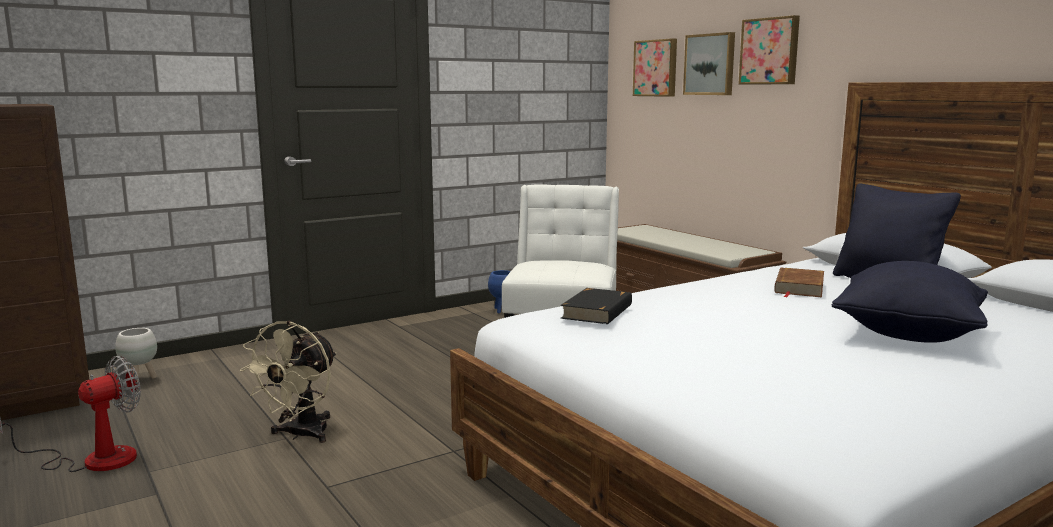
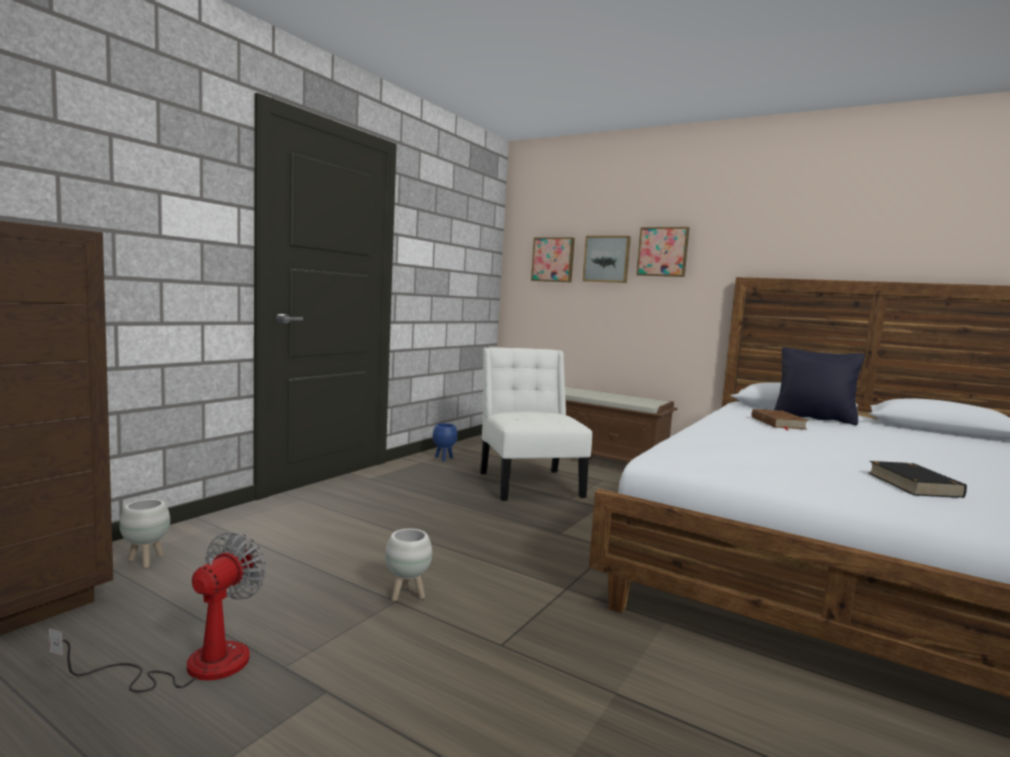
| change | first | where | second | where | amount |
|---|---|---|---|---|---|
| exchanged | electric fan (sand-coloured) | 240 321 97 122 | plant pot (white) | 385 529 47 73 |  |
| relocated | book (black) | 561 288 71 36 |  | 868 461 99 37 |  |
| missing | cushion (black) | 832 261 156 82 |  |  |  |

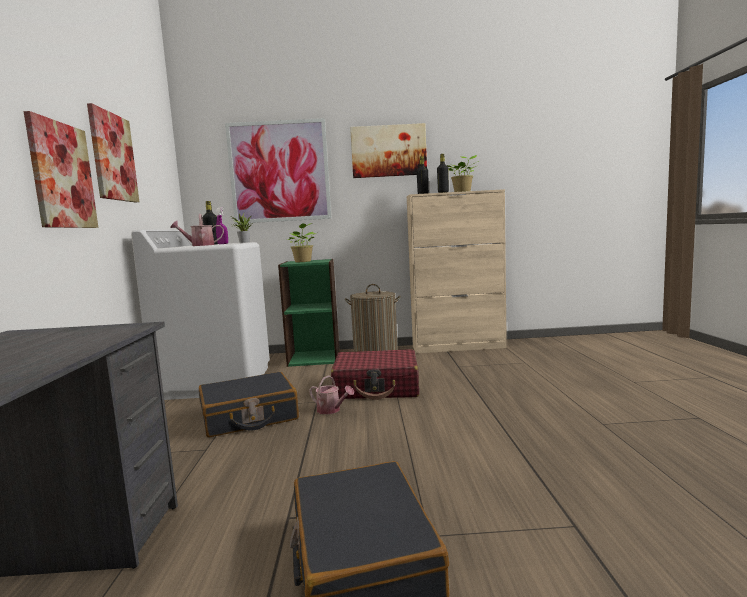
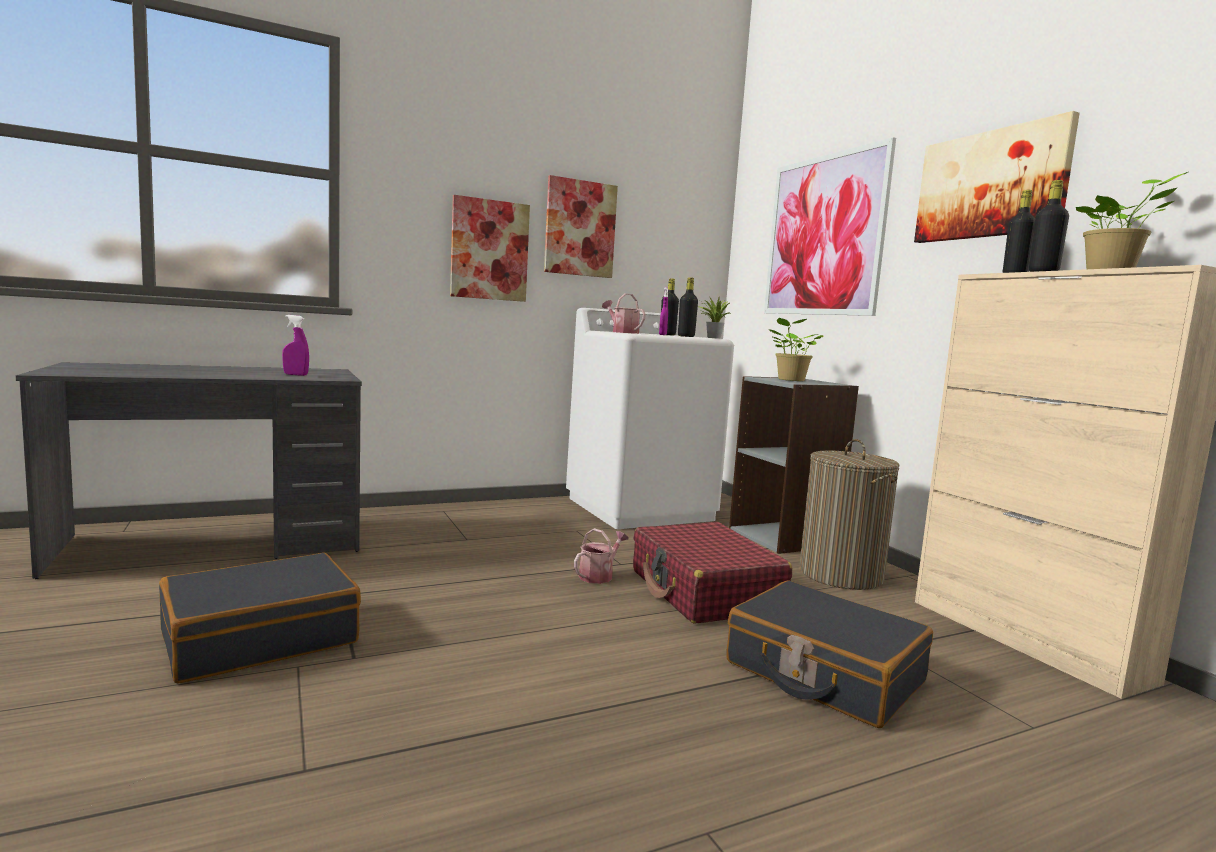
| change | first | where | second | where | amount |
|---|---|---|---|---|---|
| relocated | piece of luggage (black) | 199 372 100 65 |  | 726 580 207 148 |  |
| colour | shelving unit (green) | 278 259 62 108 | shelving unit (grey) | 729 376 130 178 |  |
| spun | sprinkling can | 309 375 45 39 |  | 574 528 54 56 | 150 degrees counterclockwise |
| appeared |  |  | spray bottle (purplish) | 282 315 27 61 |  |
| appeared |  |  | drink bottle (black) | 678 277 20 60 |  |

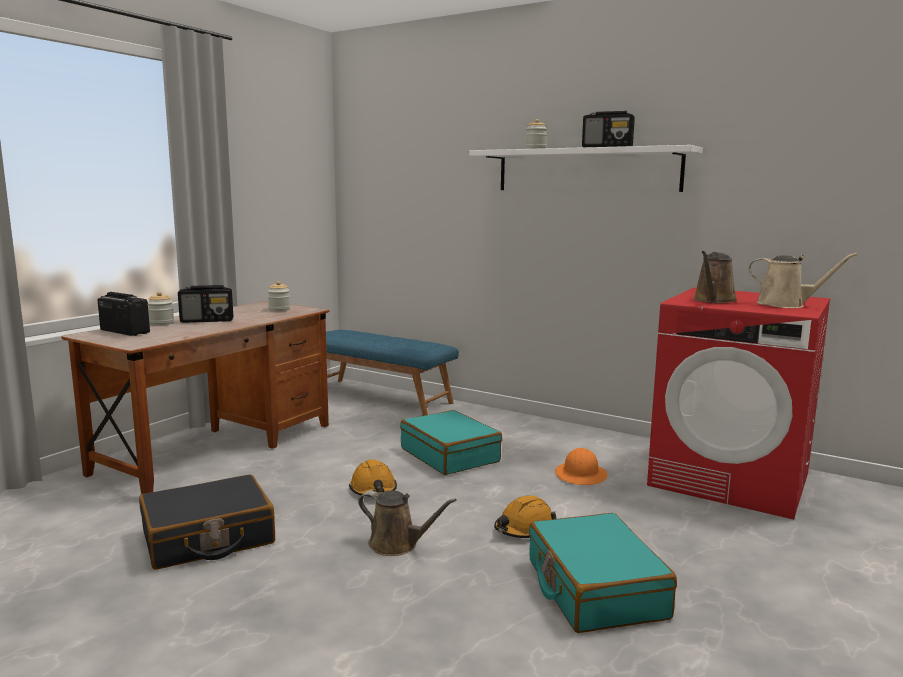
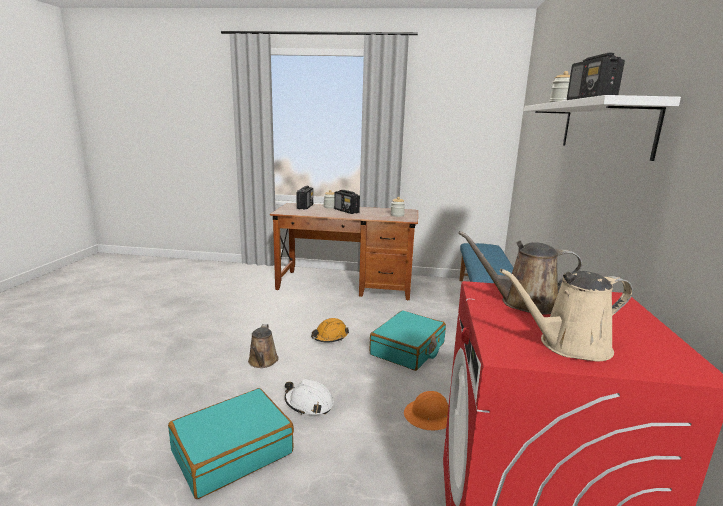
| change | first | where | second | where | amount |
|---|---|---|---|---|---|
| missing | piece of luggage (black) | 139 475 136 95 |  |  |  |
| colour | hard hat (orange) | 494 496 62 42 | hard hat (white) | 285 379 49 36 |  |
| spun | sprinkling can (sand-coloured) | 749 253 108 55 |  | 500 269 133 92 | 75 degrees clockwise |

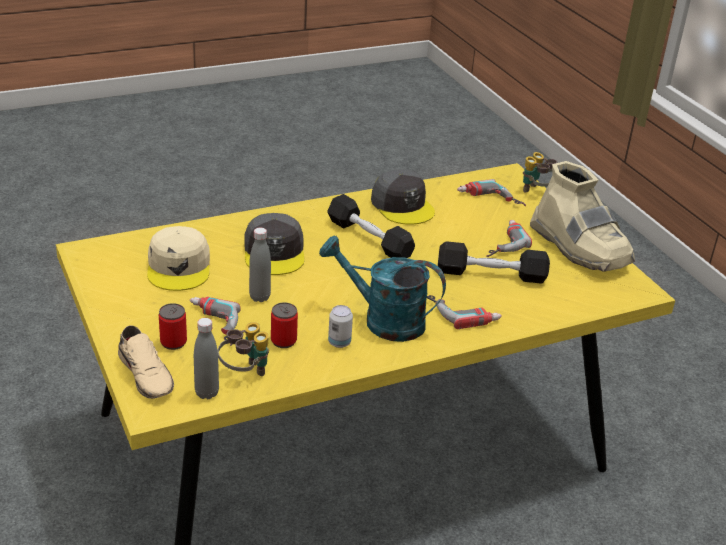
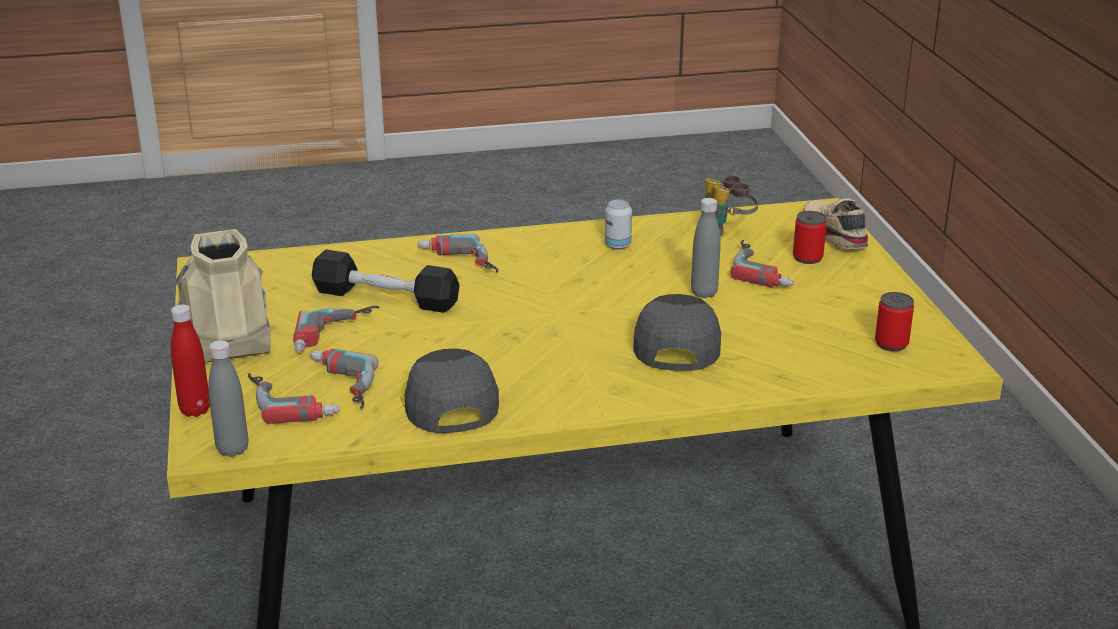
| change | first | where | second | where | amount |
|---|---|---|---|---|---|
| missing | peaked cap (sand-coloured) | 147 226 63 65 |  |  |  |
| relocated | drink bottle (grey) | 194 318 25 81 |  | 208 340 40 117 |  |
| relocated | sealed can | 271 302 27 46 |  | 875 292 39 59 |  |
| missing | sprinkling can (turquoise) | 319 235 127 107 |  |  |  |
| missing | dumbbell (black) | 327 194 88 64 |  |  |  |
| exchanged | field glasses | 523 152 34 41 | drink bottle (red) | 171 304 39 113 |  |
| appeared |  |  | drill | 309 349 69 60 |  |

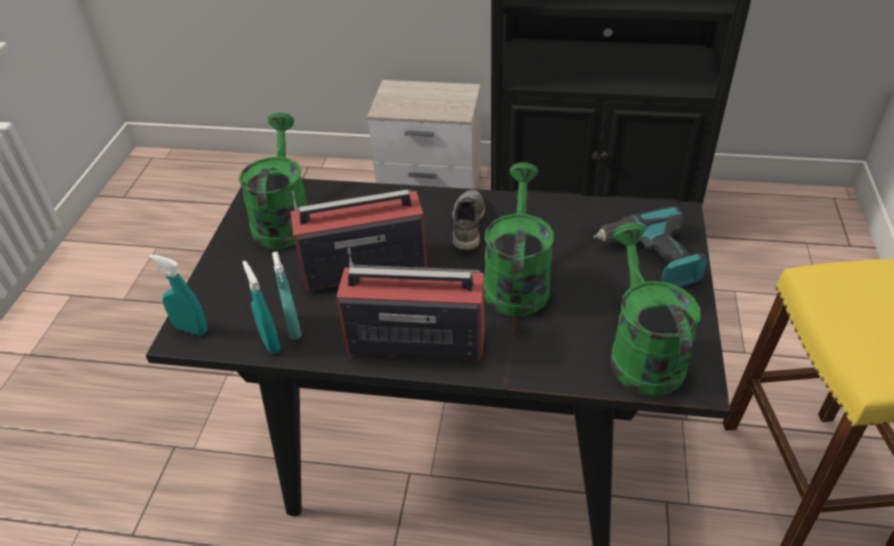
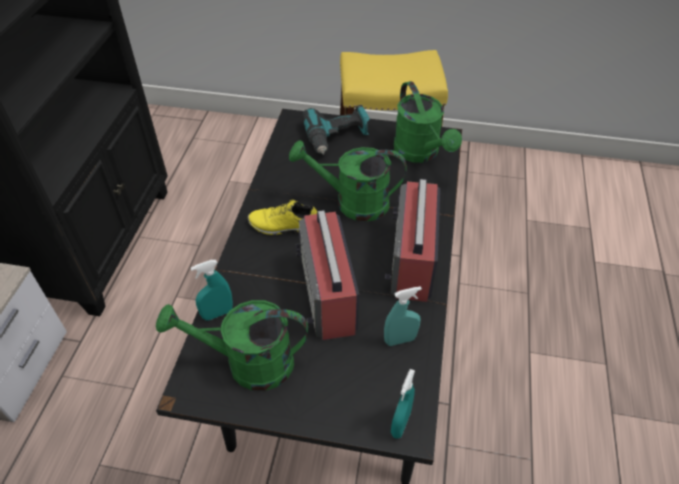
| change | first | where | second | where | amount |
|---|---|---|---|---|---|
| relocated | spray bottle (turquoise) | 242 261 39 92 |  | 191 260 42 60 |  |
| colour | shoe (grey) | 452 190 33 60 | shoe (yellow) | 248 200 69 35 |  |
| spun | sprinkling can (green) | 611 223 89 173 |  | 394 81 68 82 | 105 degrees counterclockwise |

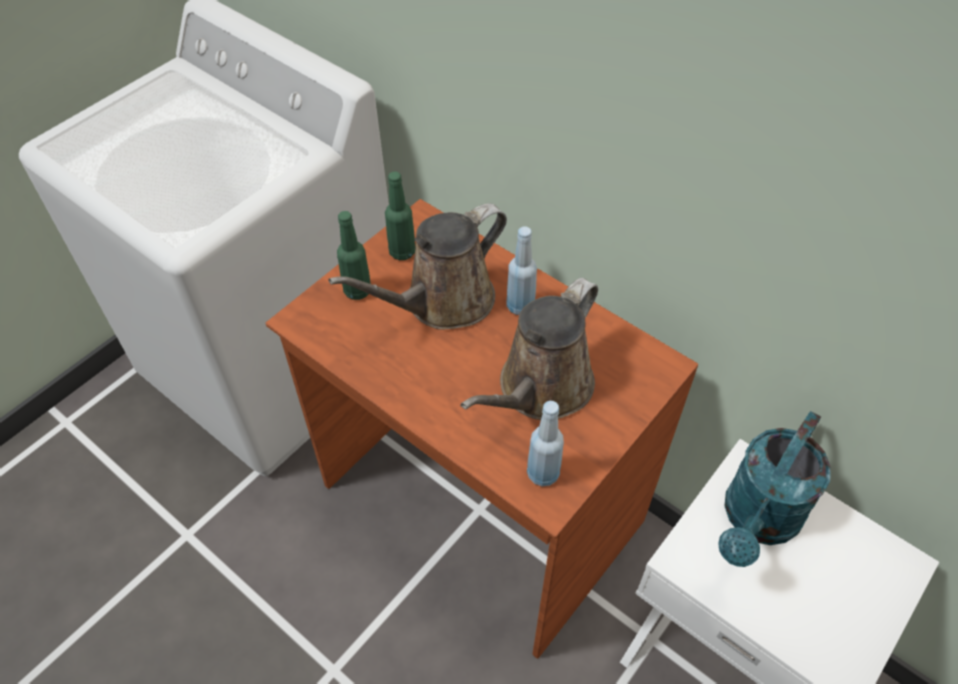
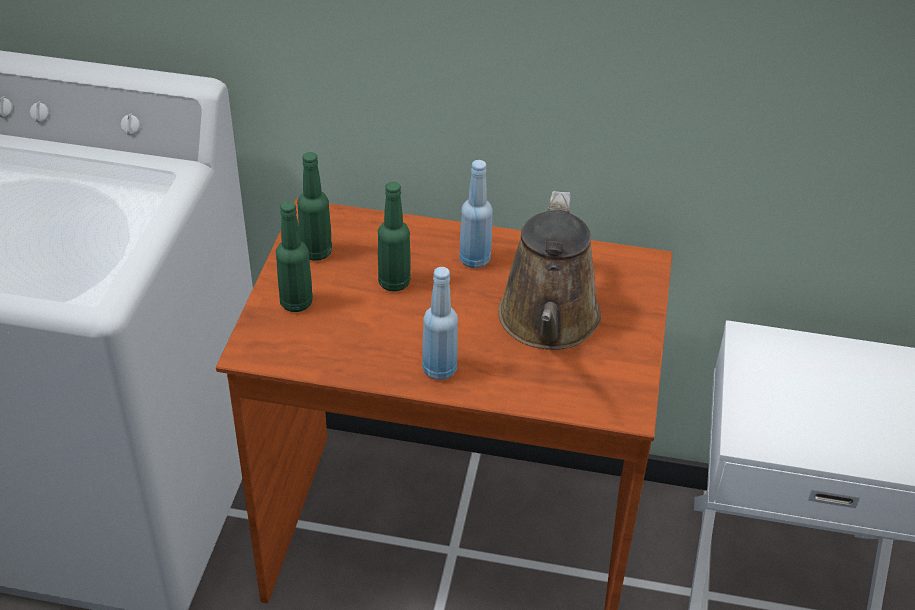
| change | first | where | second | where | amount |
|---|---|---|---|---|---|
| exchanged | sprinkling can (brownish) | 328 203 179 127 | drink bottle (green) | 378 182 33 110 |  |
| relocated | drink bottle (bluish) | 527 401 37 85 |  | 422 267 36 113 |  |
| missing | sprinkling can (turquoise) | 718 411 113 156 |  |  |  |

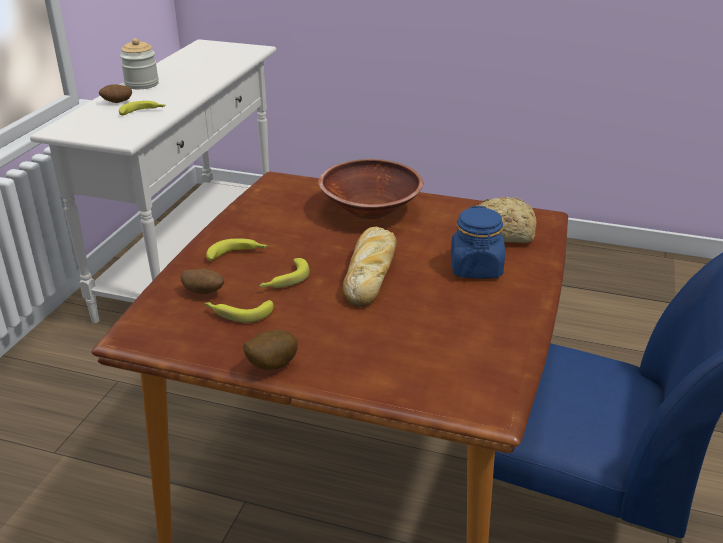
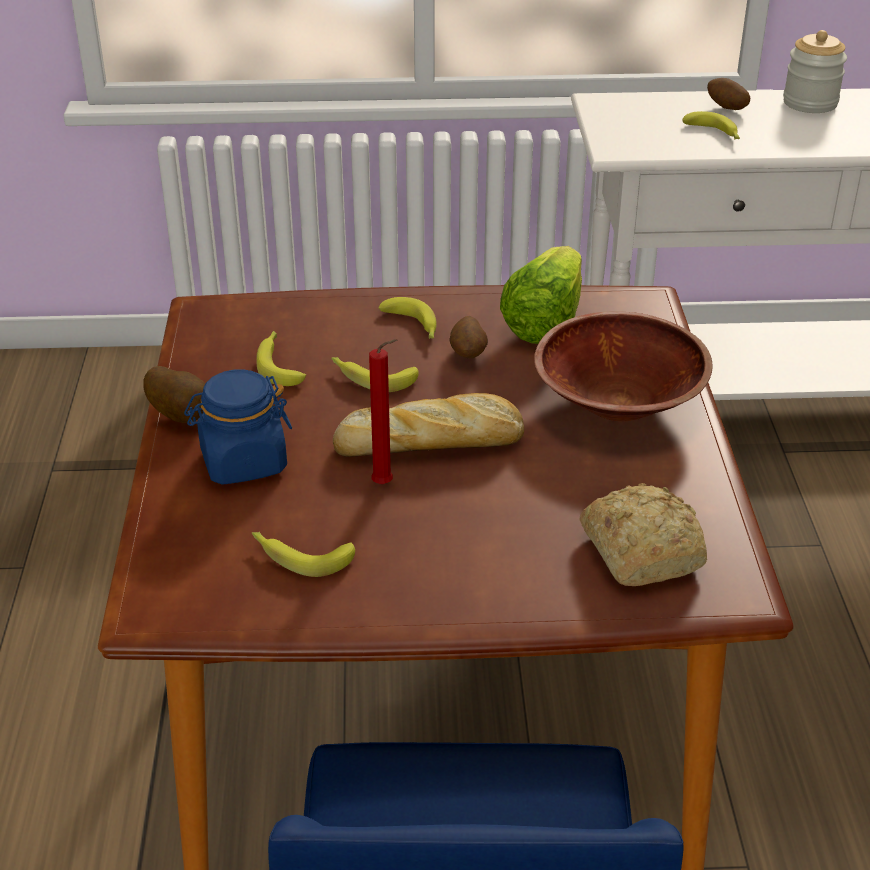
| change | first | where | second | where | amount |
|---|---|---|---|---|---|
| relocated | potato | 181 268 43 26 |  | 450 316 38 42 |  |
| relocated | storage jar (bluish) | 451 206 54 72 |  | 184 369 108 116 |  |
| appeared |  |  | banana | 251 532 104 45 |  |
| appeared |  |  | candle (red) | 369 339 28 146 |  |
| appeared |  |  | lettuce head | 500 246 82 98 |  |

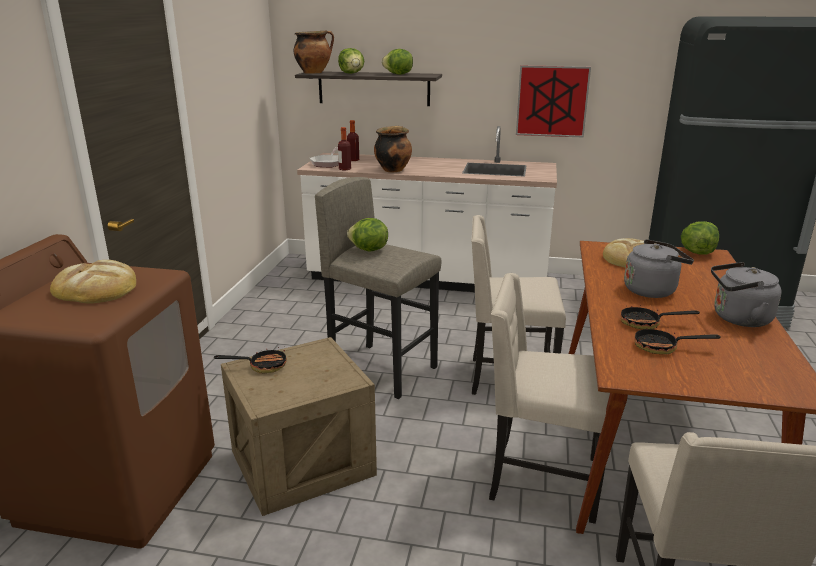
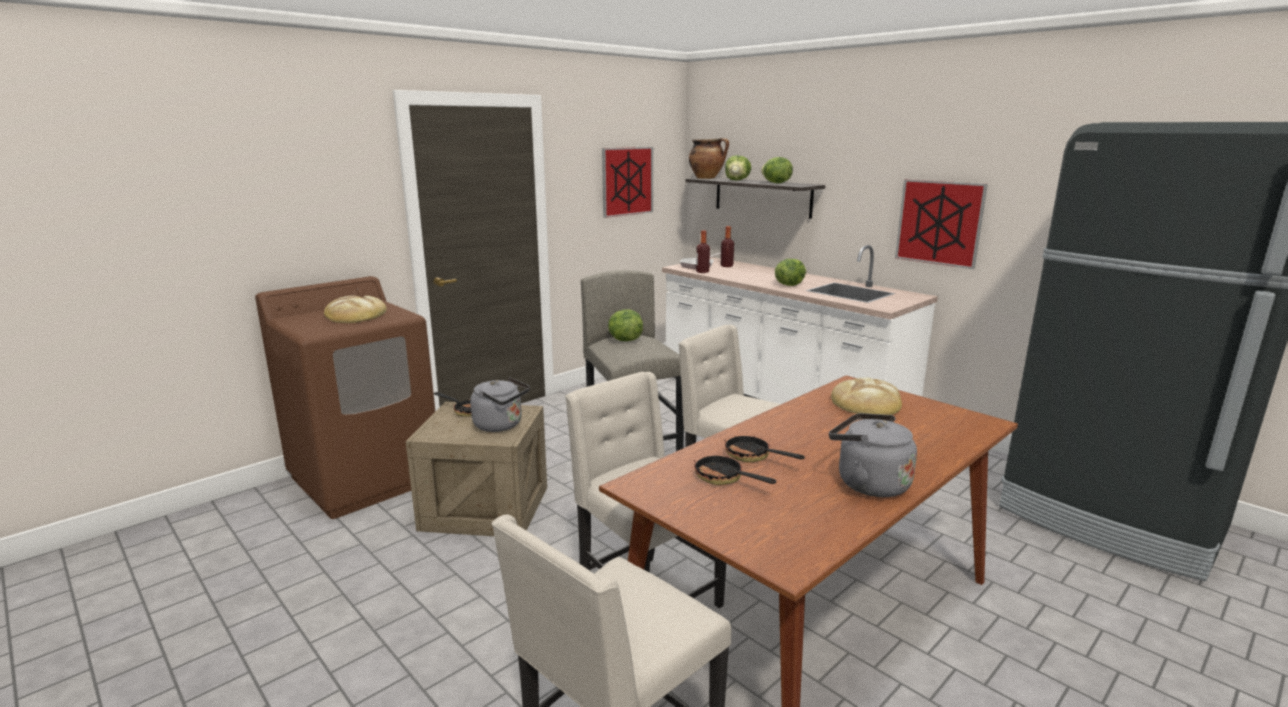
| change | first | where | second | where | amount |
|---|---|---|---|---|---|
| missing | saucepot | 374 126 38 46 |  |  |  |
| relocated | water kettle (grey) | 624 239 70 59 |  | 470 377 60 55 |  |
| relocated | lettuce head | 681 221 38 34 |  | 775 259 32 27 |  |
| appeared |  |  | wall picture | 602 147 51 71 |  |

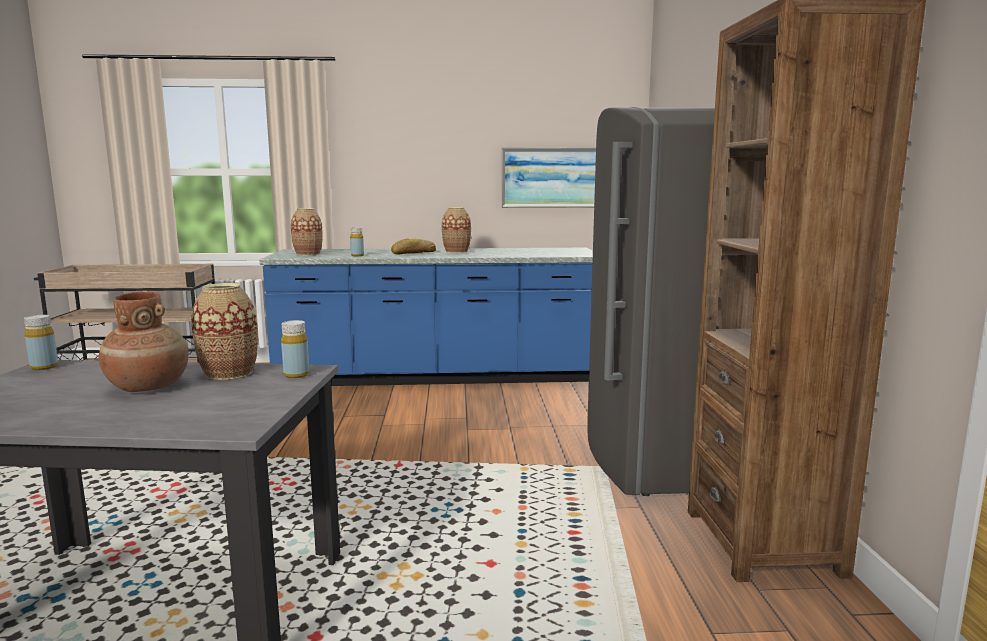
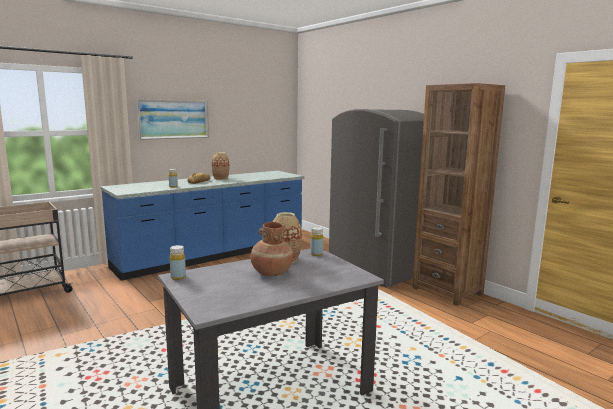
| change | first | where | second | where | amount |
|---|---|---|---|---|---|
| missing | vase | 291 208 32 48 |  |  |  |
| relocated | wall picture | 501 147 95 61 |  | 137 99 72 41 |  |

